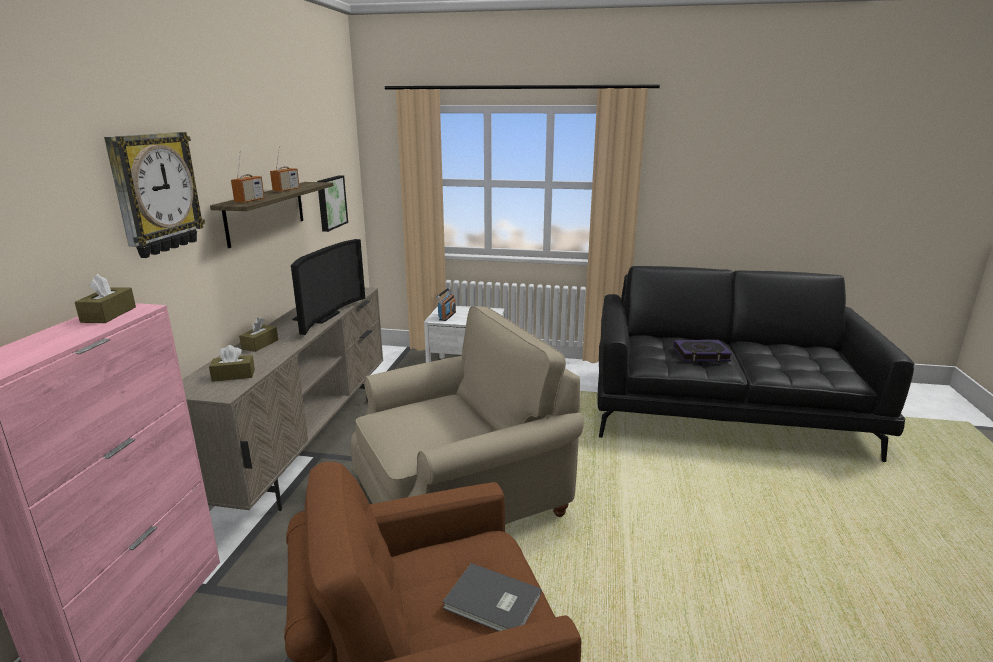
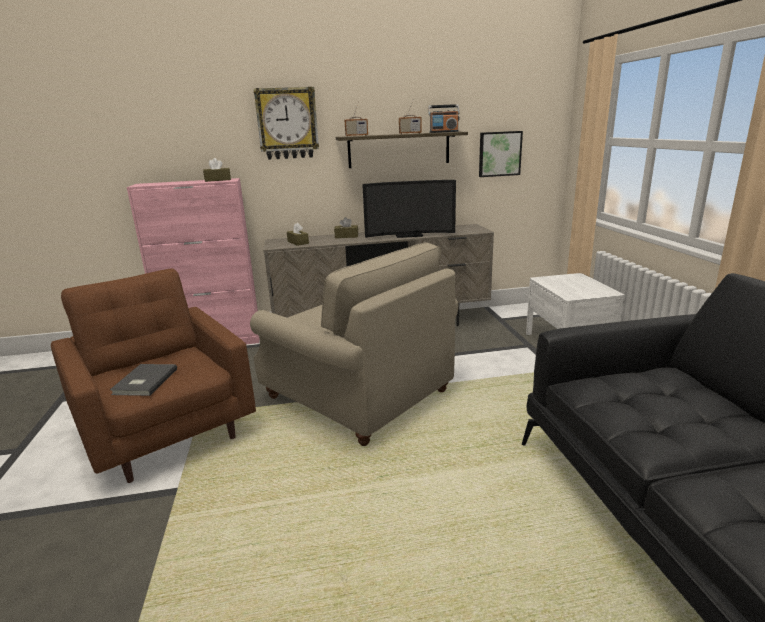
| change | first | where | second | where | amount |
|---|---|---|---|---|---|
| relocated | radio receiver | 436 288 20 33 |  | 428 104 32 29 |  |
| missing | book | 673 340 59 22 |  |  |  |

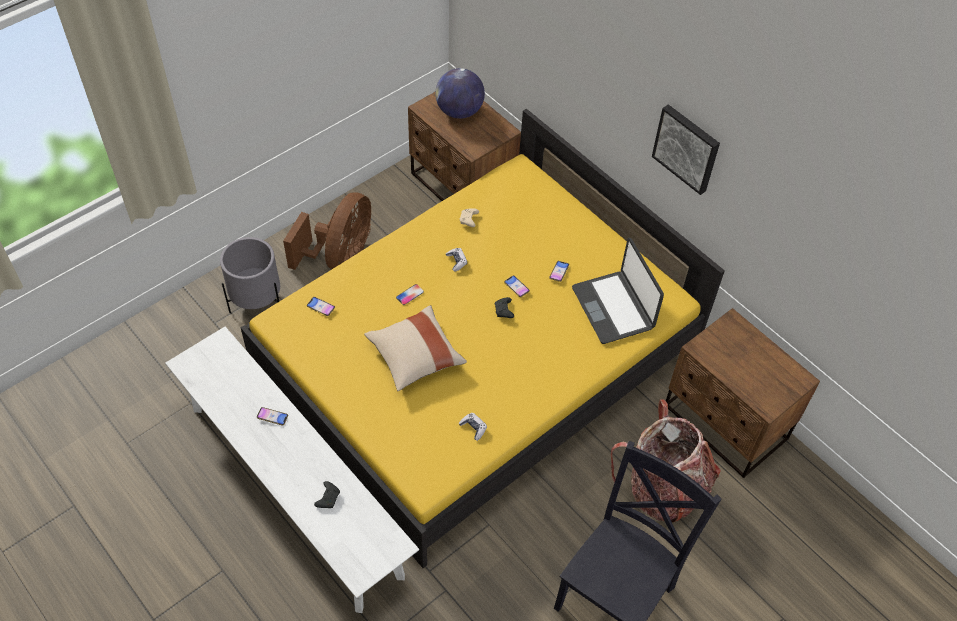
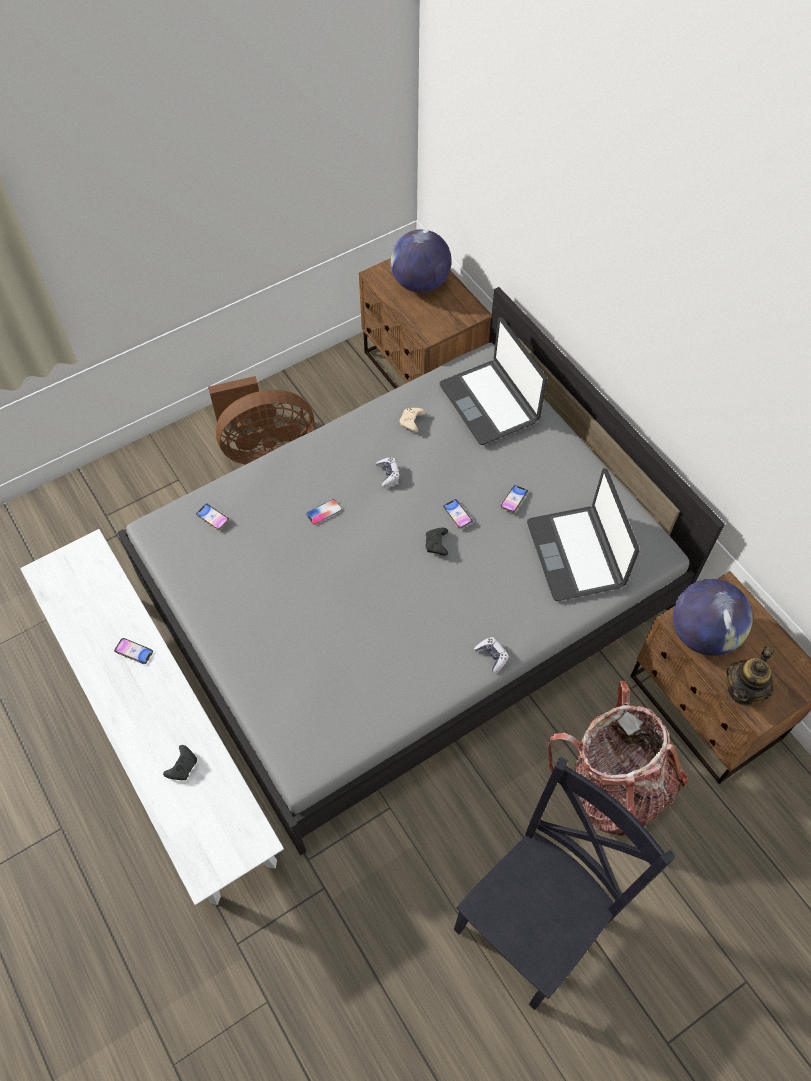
| change | first | where | second | where | amount |
|---|---|---|---|---|---|
| missing | plant pot (grey) | 220 237 60 76 |  |  |  |
| colour | sleeping bed (yellow) | 241 109 484 459 | sleeping bed (grey) | 117 287 608 569 |  |
| spun | electric fan (brownish) | 283 192 88 78 |  | 208 376 106 89 | 45 degrees clockwise |
| missing | cushion (sand-coloured) | 364 305 103 86 |  |  |  |
| relocated | game controller | 459 413 28 28 |  | 474 637 35 36 |  |
| missing | wall picture | 652 104 68 91 |  |  |  |
| appeared |  |  | notebook computer | 439 317 108 128 |  |
| appeared |  |  | desk globe | 673 579 80 77 |  |
| appeared |  |  | tea pot | 727 646 47 60 |  |

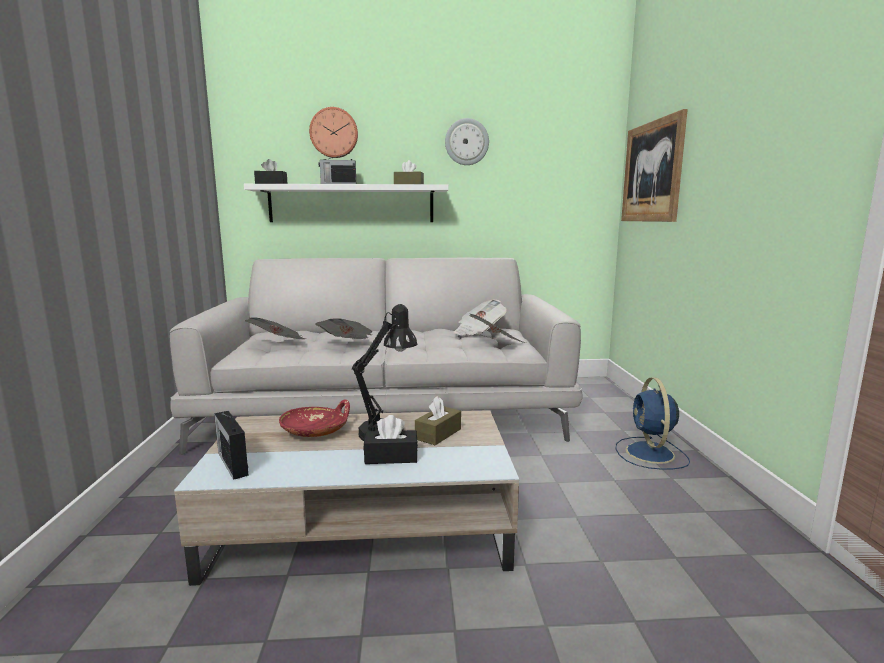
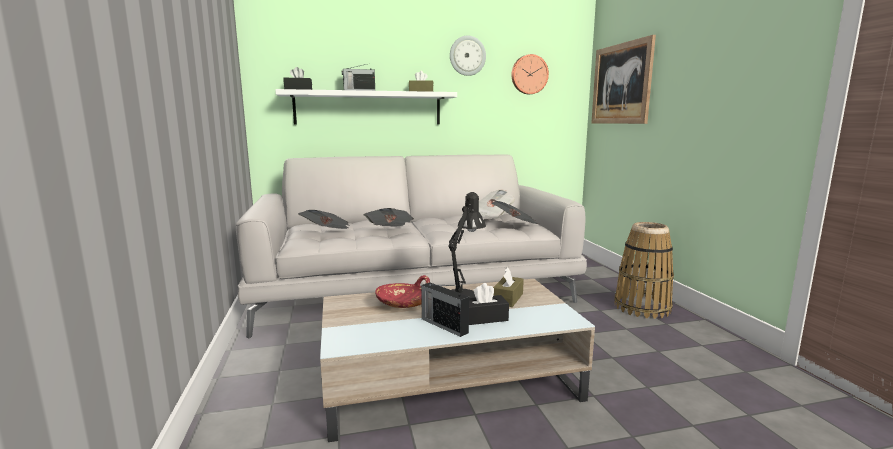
| change | first | where | second | where | amount |
|---|---|---|---|---|---|
| relocated | radio receiver | 214 411 35 69 |  | 421 282 48 55 |  |
| relocated | hanging clock | 309 107 49 51 |  | 512 54 37 40 |  |
| exchanged | electric fan (bluish) | 616 377 74 93 | storage basket | 615 222 59 97 |  |

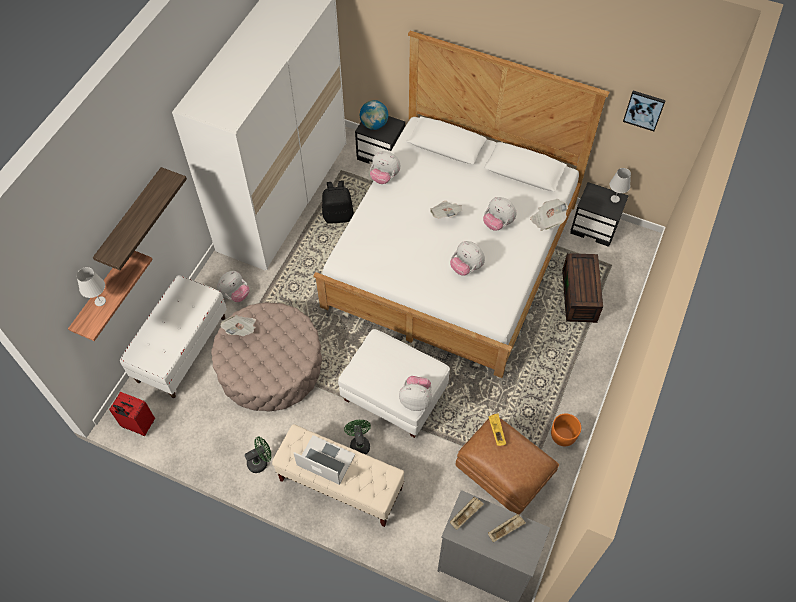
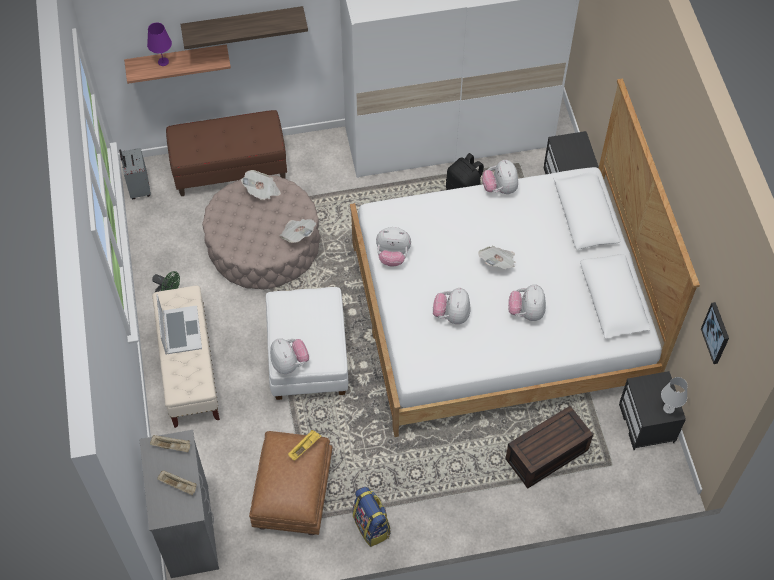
| change | first | where | second | where | amount |
|---|---|---|---|---|---|
| colour | lamp for a table (white) | 76 267 30 39 | lamp for a table (purplish) | 147 23 25 43 |  |
| colour | piece of luggage (red) | 109 392 46 44 | piece of luggage (grey) | 119 148 32 51 |  |
| colour | bench (white) | 120 275 107 123 | bench (brownish) | 166 110 121 86 |  |
| relocated | soft toy | 217 271 33 31 |  | 376 227 35 40 |  |
| missing | electric fan (green) | 344 420 27 34 |  |  |  |
| missing | desk globe | 360 100 28 30 |  |  |  |
| relocated | newspaper | 530 199 38 32 |  | 280 219 36 24 |  |
| exchanged | plant pot (orange) | 551 414 30 32 | rucksack | 353 487 37 60 |  |

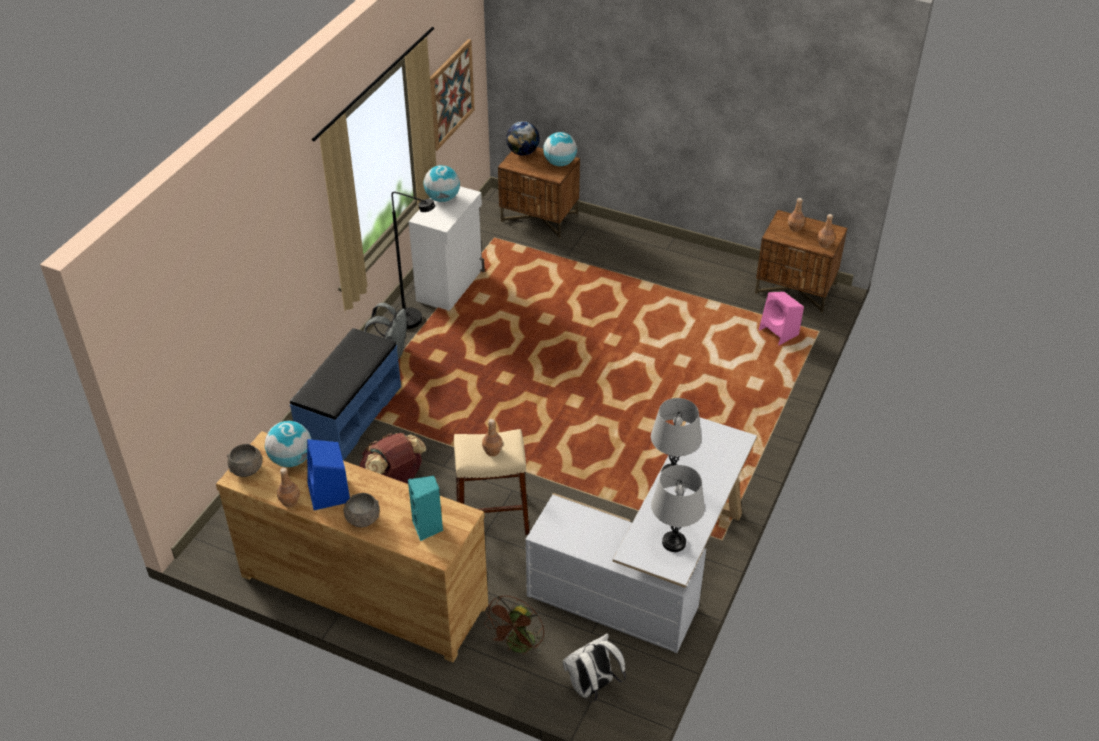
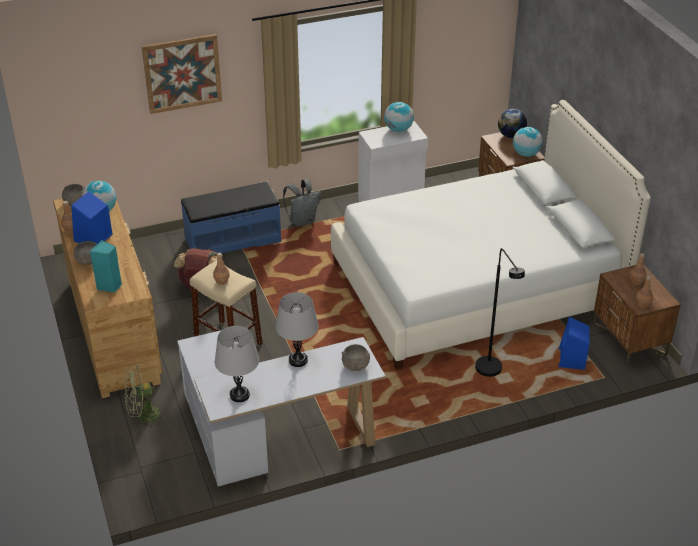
| change | first | where | second | where | amount |
|---|---|---|---|---|---|
| relocated | standing lamp (black) | 392 192 43 137 |  | 475 248 50 129 |  |
| relocated | wall picture | 430 39 45 112 |  | 142 34 80 80 |  |
| colour | electric fan (brownish) | 484 595 61 58 | electric fan (green) | 124 366 43 63 |  |
| missing | rucksack (white) | 563 633 63 69 |  |  |  |
| colour | loudspeaker (pinkish) | 759 292 45 54 | loudspeaker (bluish) | 558 317 32 53 |  |
| appeared |  |  | sleeping bed (white) | 331 100 320 270 |  |
| appeared |  |  | deep dish (grey) | 342 344 28 27 |  |

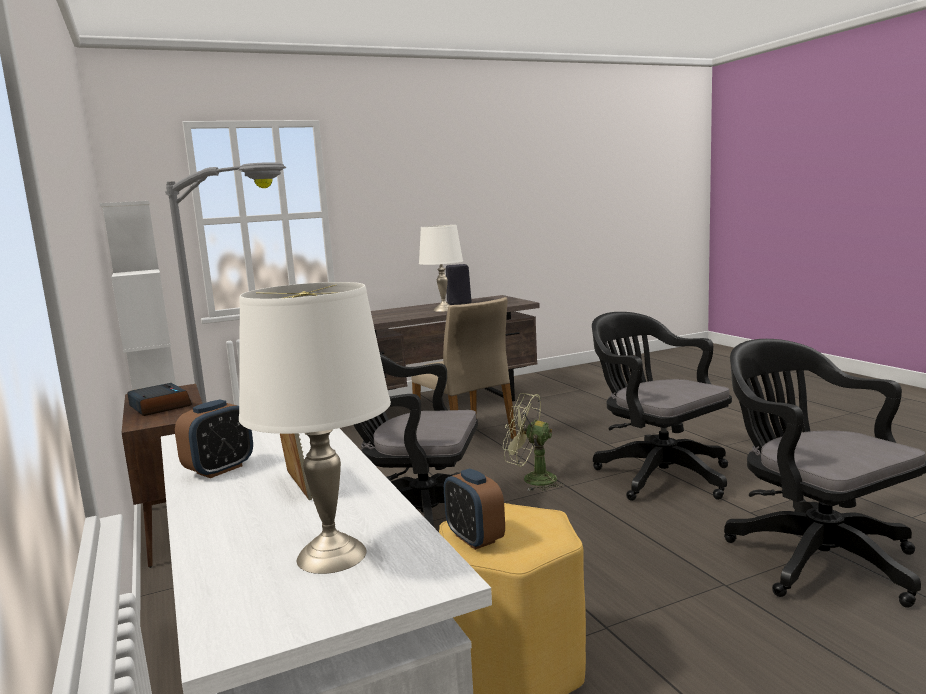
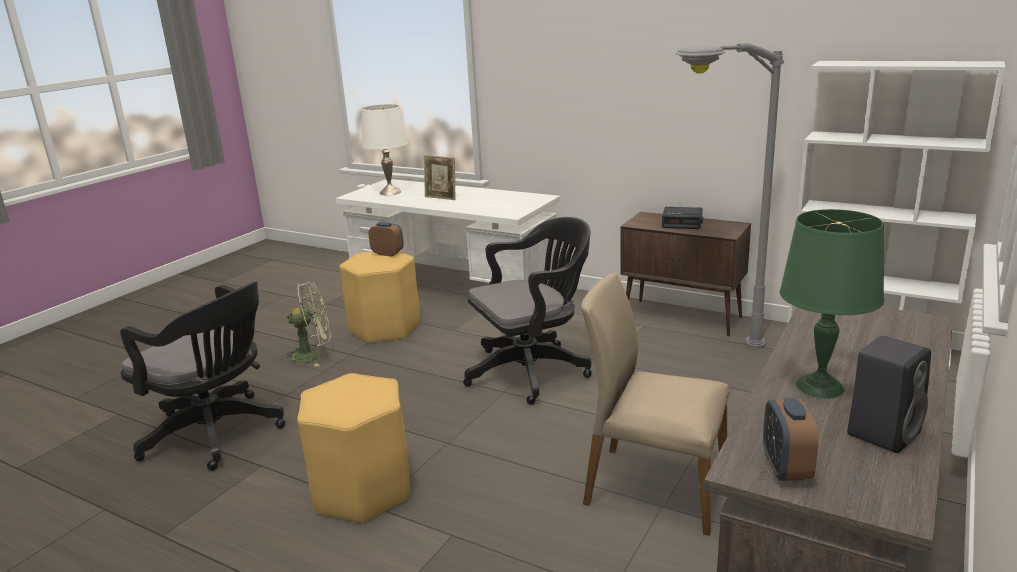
| change | first | where | second | where | amount |
|---|---|---|---|---|---|
| relocated | table clock | 175 399 78 79 |  | 763 398 56 83 |  |
| colour | lamp for a table (white) | 419 225 44 87 | lamp for a table (green) | 779 209 105 189 |  |
| relocated | electric fan (green) | 503 393 61 98 |  | 283 282 49 85 |  |
| exchanged | office chair (black) | 592 312 140 189 | stool (yellow) | 297 373 113 150 |  |

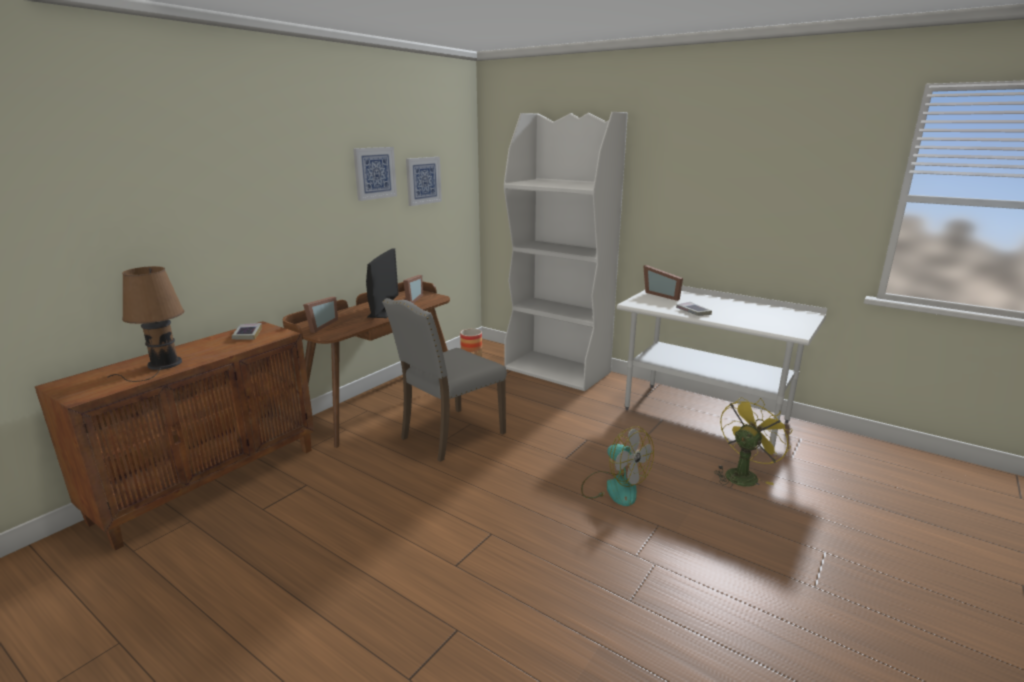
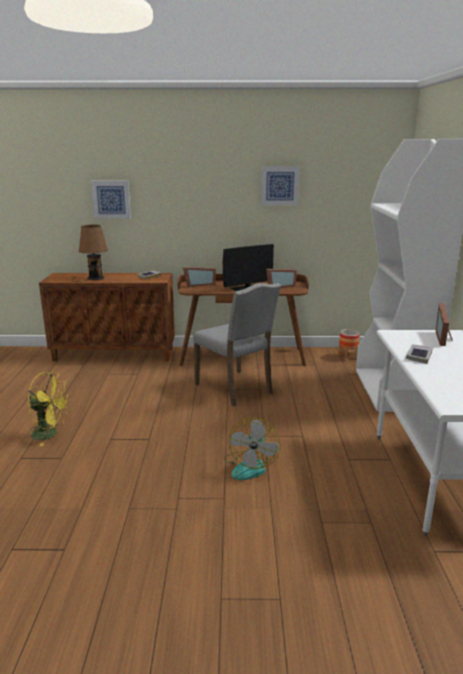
| change | first | where | second | where | amount |
|---|---|---|---|---|---|
| spun | upright chair (grey) | 382 298 125 164 |  | 193 283 88 123 | 135 degrees counterclockwise |
| relocated | wall picture | 406 157 36 49 |  | 91 180 40 39 |  |
| relocated | electric fan (yellow) | 714 397 78 90 |  | 28 372 43 74 |  |

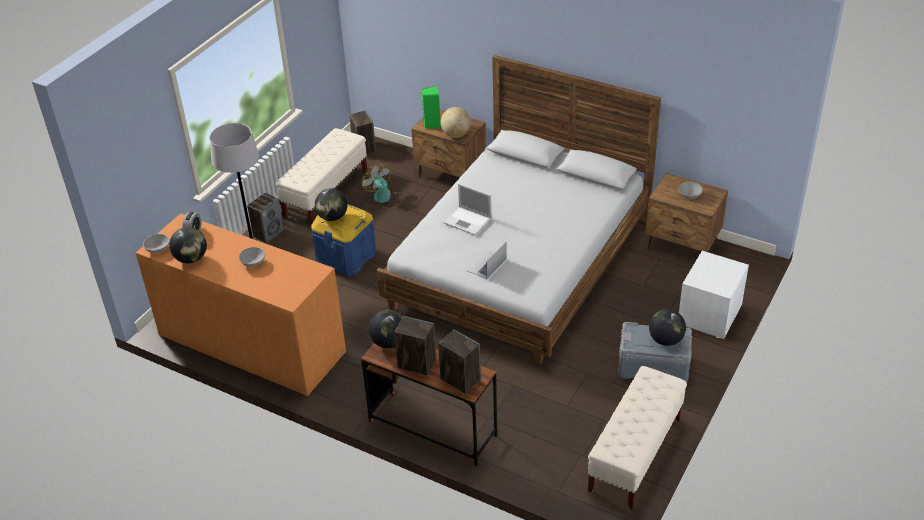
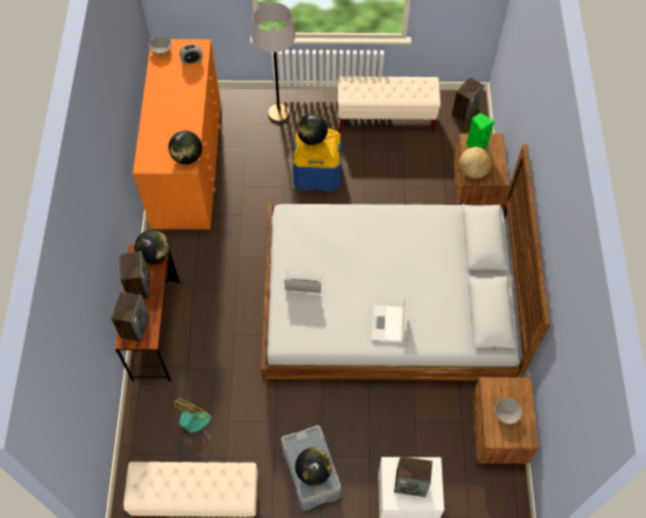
| change | first | where | second | where | amount |
|---|---|---|---|---|---|
| relocated | desk globe | 169 227 38 36 |  | 168 131 34 33 |  |
| missing | deep dish (grey) | 239 247 26 20 |  |  |  |
| relocated | loudspeaker | 247 193 37 51 |  | 394 456 38 41 |  |
| relocated | electric fan | 362 164 43 45 |  | 173 398 38 50 |  |
| relocated | notebook computer | 443 183 49 53 |  | 372 293 36 50 |  |

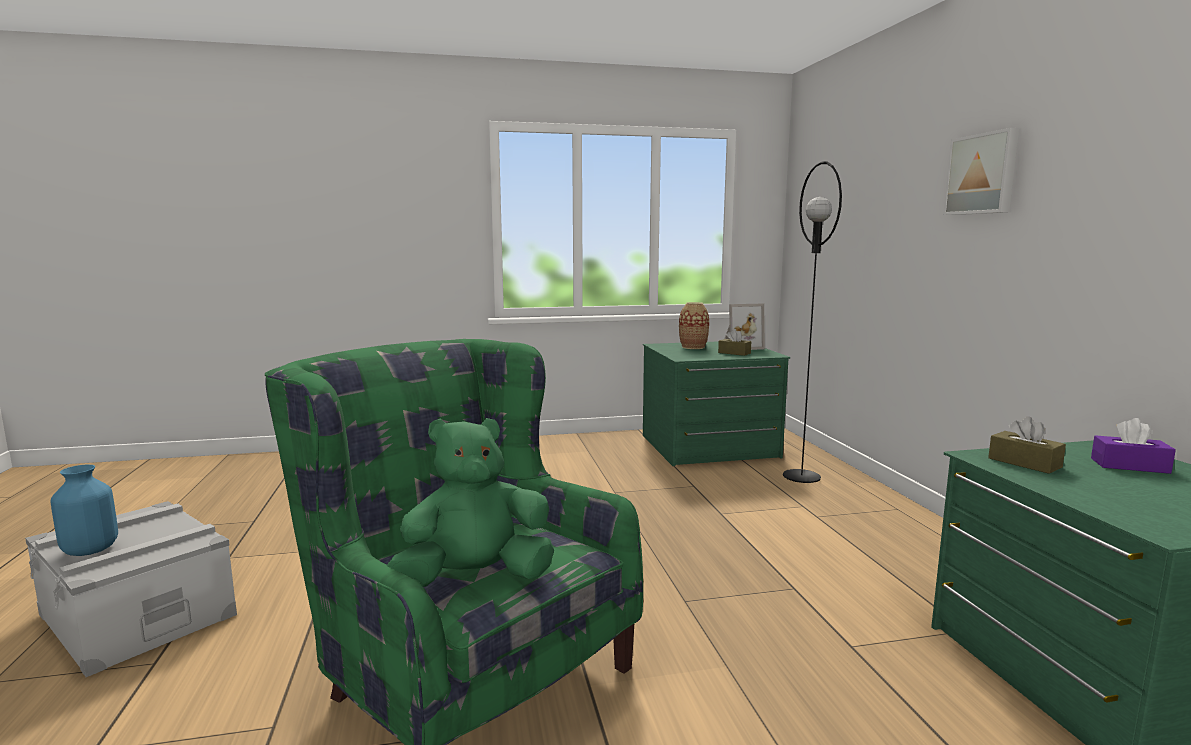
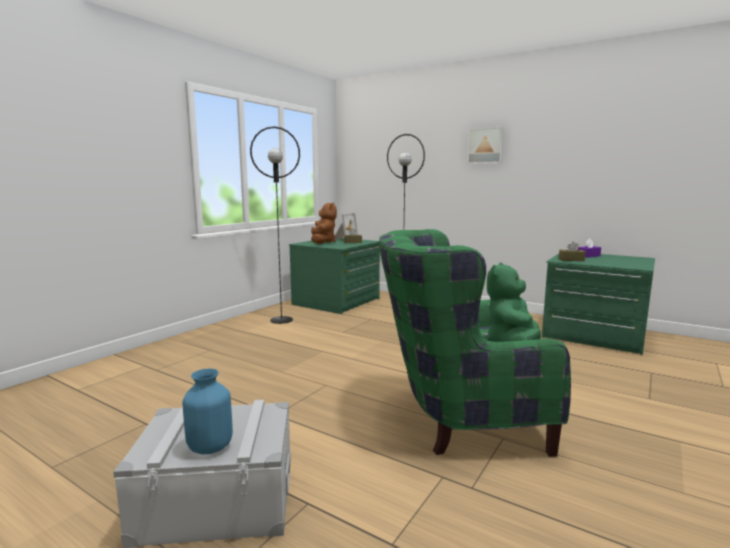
| change | first | where | second | where | amount |
|---|---|---|---|---|---|
| exchanged | vase | 679 302 30 47 | soft toy (brownish) | 311 202 26 42 |  |
| appeared |  |  | standing lamp (black) | 250 126 50 198 |  |

